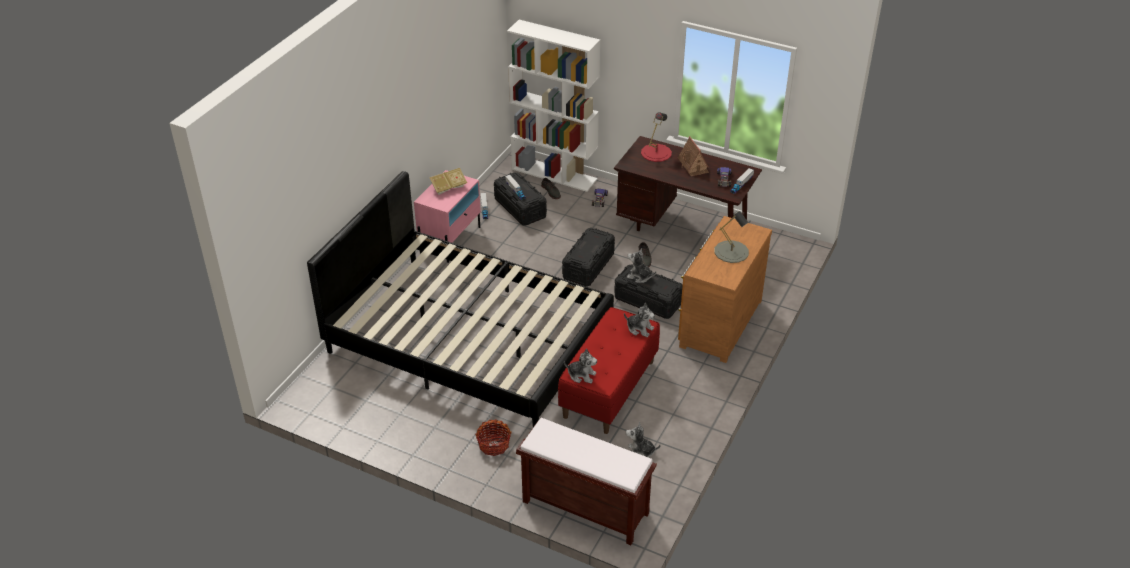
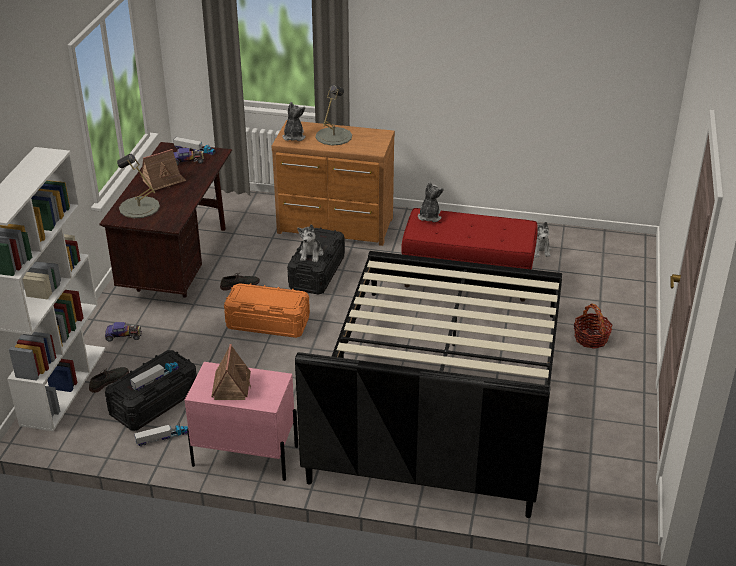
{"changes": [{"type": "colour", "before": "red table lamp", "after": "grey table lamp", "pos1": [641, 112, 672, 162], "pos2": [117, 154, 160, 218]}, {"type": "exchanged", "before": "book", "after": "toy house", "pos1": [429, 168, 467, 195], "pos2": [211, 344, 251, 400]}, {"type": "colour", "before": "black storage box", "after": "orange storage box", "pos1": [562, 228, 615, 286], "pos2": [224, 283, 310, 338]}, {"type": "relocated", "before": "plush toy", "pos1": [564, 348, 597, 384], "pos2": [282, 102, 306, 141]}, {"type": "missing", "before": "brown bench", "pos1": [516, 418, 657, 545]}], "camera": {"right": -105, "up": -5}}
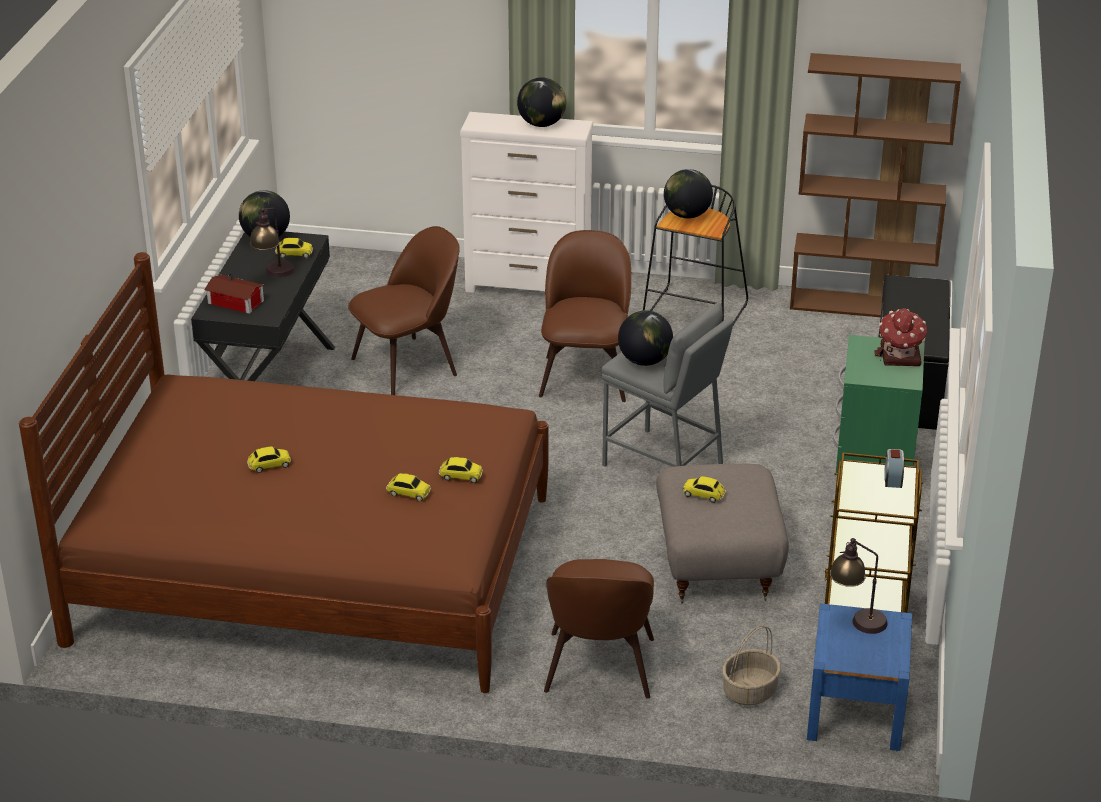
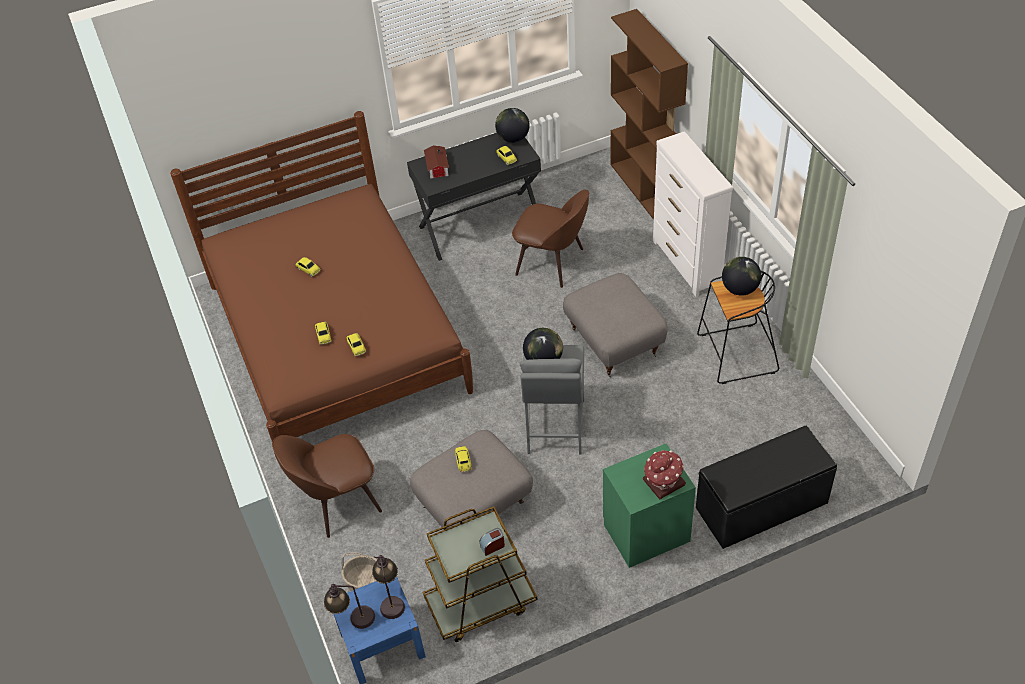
{"changes": [{"type": "relocated", "before": "table lamp", "pos1": [250, 208, 295, 277], "pos2": [324, 584, 375, 629]}, {"type": "exchanged", "before": "brown chair", "after": "grey ottoman", "pos1": [539, 230, 631, 402], "pos2": [563, 273, 668, 377]}, {"type": "relocated", "before": "brown bookcase", "pos1": [790, 53, 961, 317], "pos2": [610, 9, 688, 220]}, {"type": "missing", "before": "globe", "pos1": [517, 77, 566, 127]}], "camera": {"right": 60, "up": 15}}
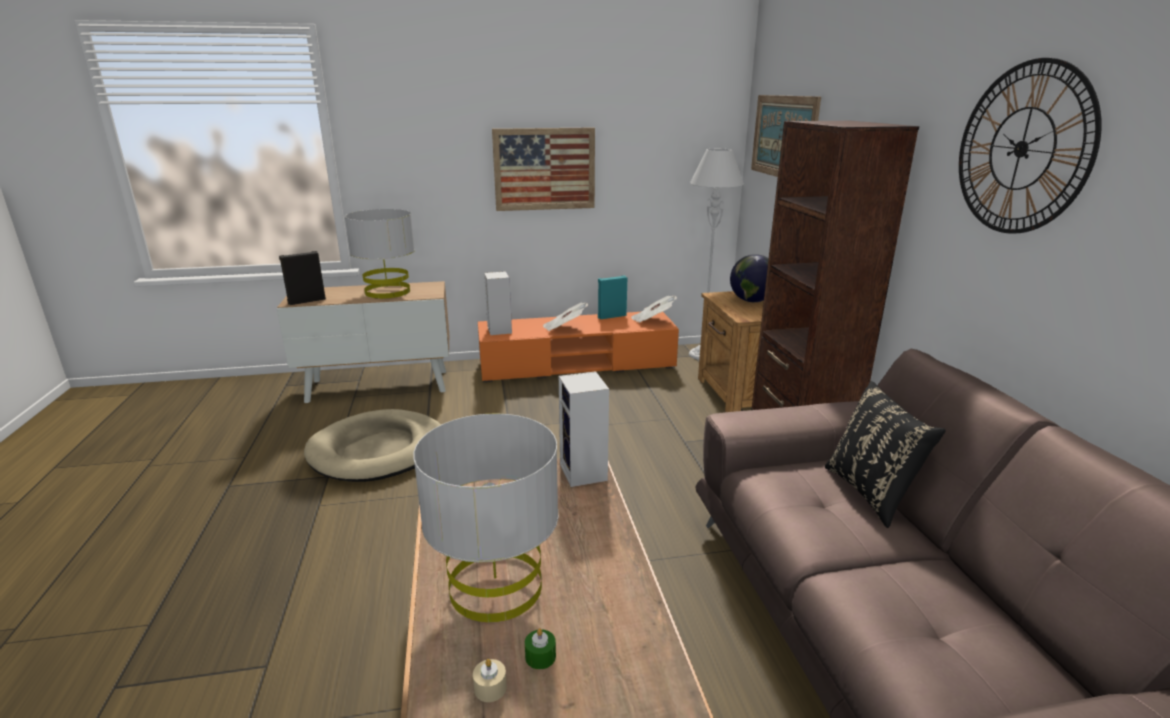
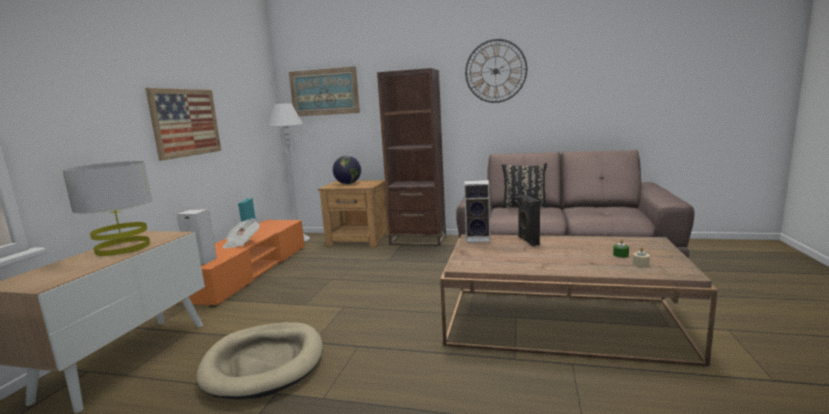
{"changes": [{"type": "relocated", "before": "black speaker", "pos1": [279, 251, 326, 305], "pos2": [518, 195, 540, 246]}, {"type": "missing", "before": "grey table lamp", "pos1": [413, 413, 558, 622]}, {"type": "missing", "before": "newspaper", "pos1": [631, 296, 677, 323]}], "camera": {"right": -65, "up": -10}}
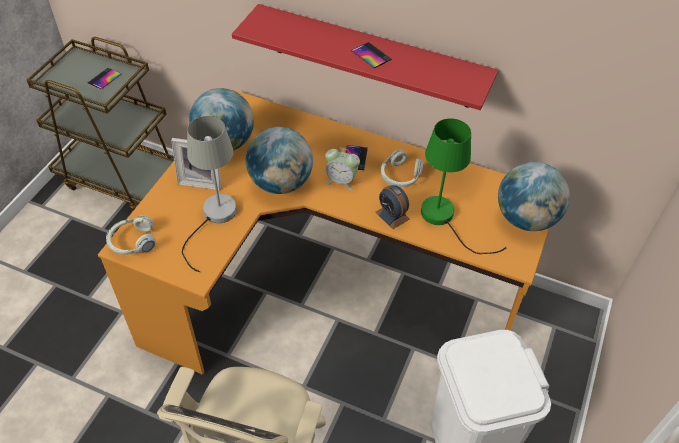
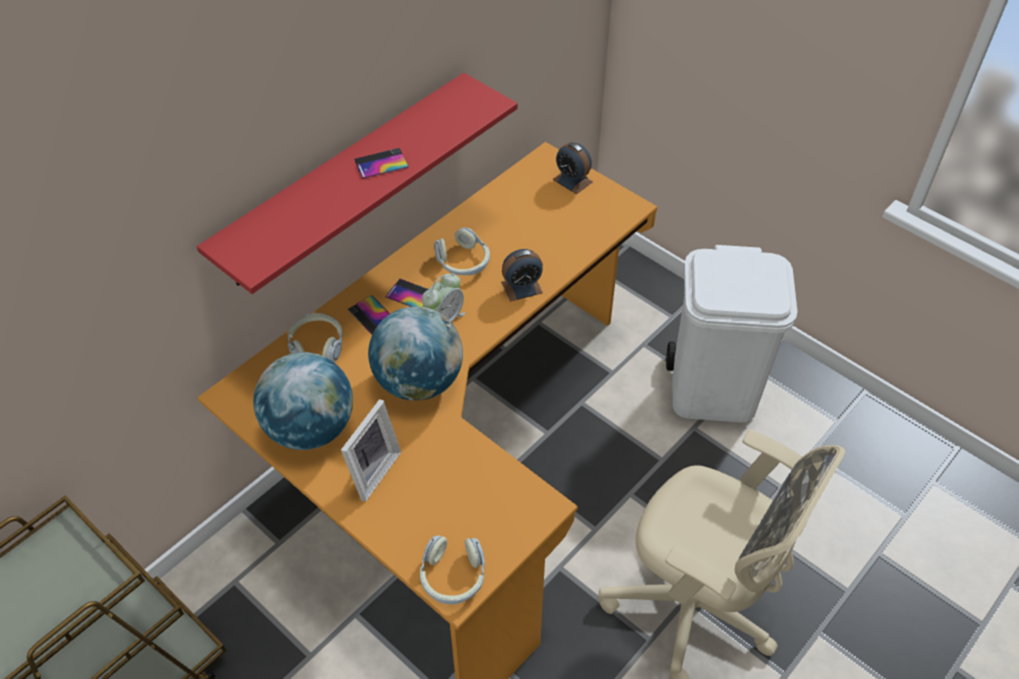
{"changes": [{"type": "appeared", "after": "headphones", "pos2": [288, 313, 343, 362]}, {"type": "relocated", "before": "phone", "pos1": [88, 68, 121, 90], "pos2": [348, 295, 390, 335]}, {"type": "exchanged", "before": "globe", "after": "alarm clock", "pos1": [498, 162, 570, 231], "pos2": [553, 142, 593, 195]}, {"type": "missing", "before": "grey table lamp", "pos1": [182, 116, 237, 273]}, {"type": "missing", "before": "green table lamp", "pos1": [421, 118, 506, 254]}], "camera": {"right": -70, "up": 0}}
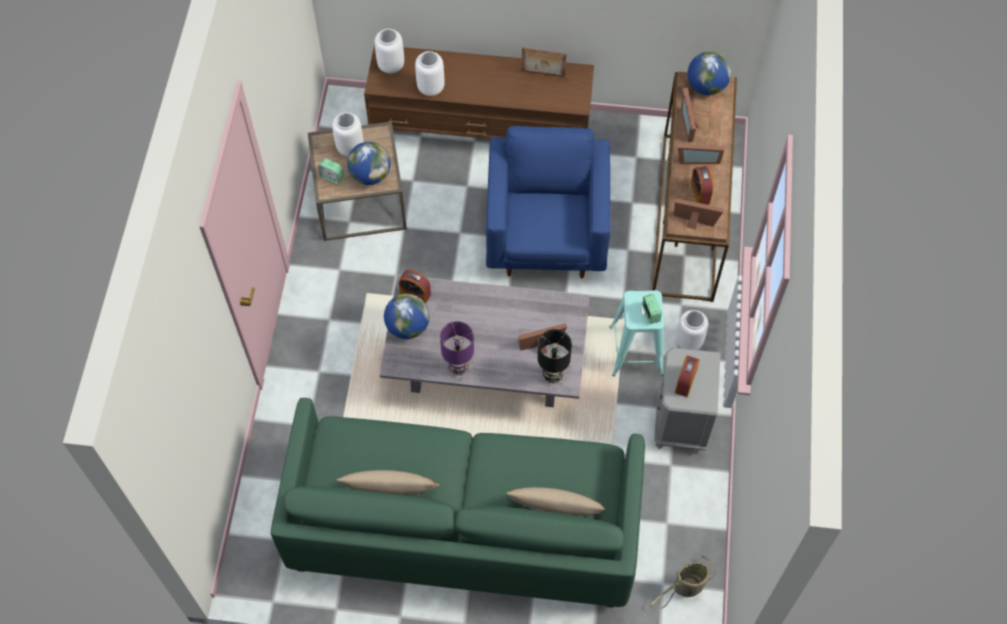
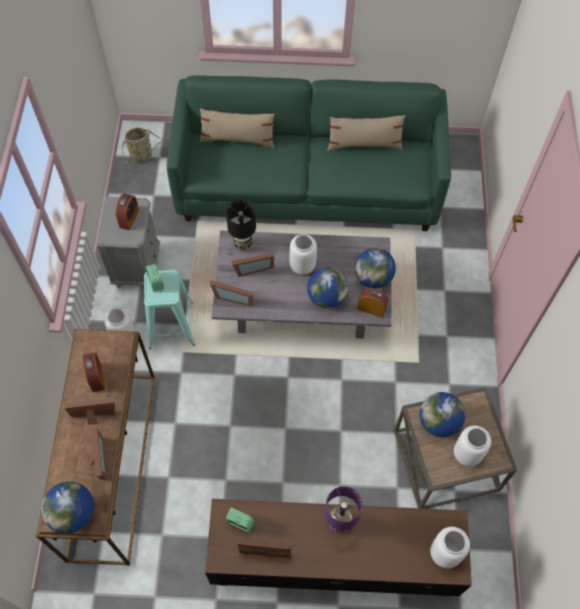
{"changes": [{"type": "relocated", "before": "picture frame", "pos1": [674, 198, 724, 230], "pos2": [209, 280, 253, 307]}, {"type": "relocated", "before": "alarm clock", "pos1": [318, 158, 344, 184], "pos2": [226, 508, 254, 532]}, {"type": "relocated", "before": "white vase", "pos1": [415, 51, 445, 96], "pos2": [289, 234, 317, 275]}, {"type": "appeared", "after": "globe", "pos2": [307, 268, 349, 309]}, {"type": "relocated", "before": "purple table lamp", "pos1": [440, 321, 474, 376], "pos2": [325, 486, 362, 533]}, {"type": "missing", "before": "blue armchair", "pos1": [486, 126, 611, 278]}], "camera": {"right": 175, "up": 0}}
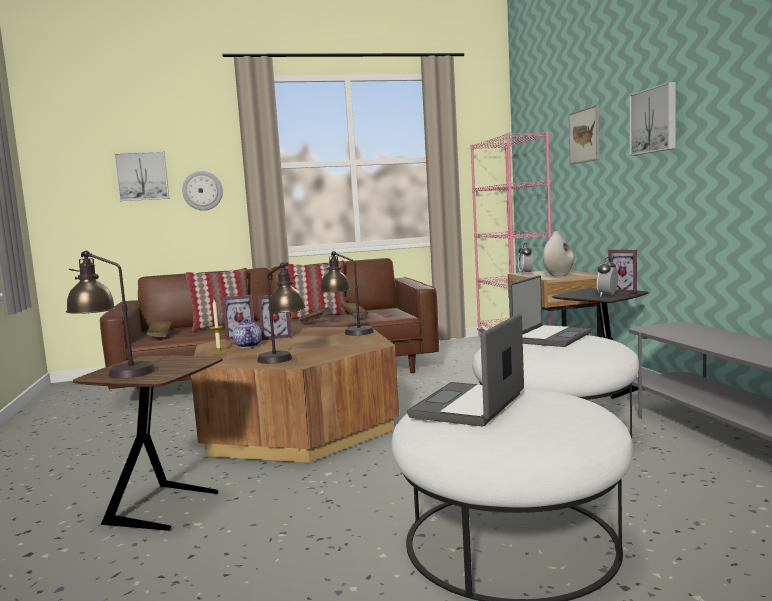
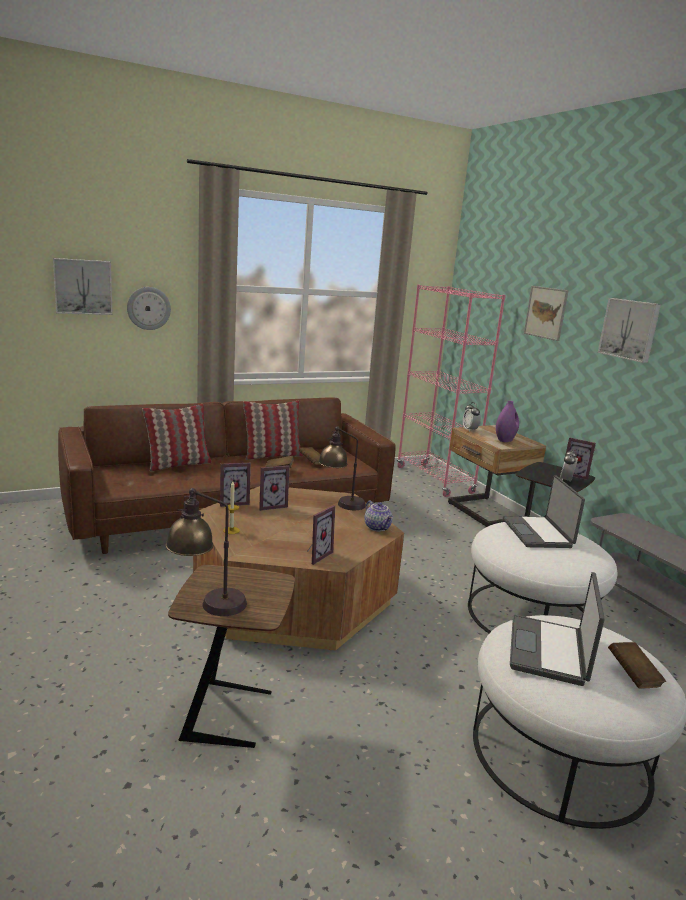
{"changes": [{"type": "exchanged", "before": "table lamp", "after": "picture frame", "pos1": [257, 262, 306, 364], "pos2": [307, 505, 335, 565]}, {"type": "relocated", "before": "teapot", "pos1": [233, 319, 262, 348], "pos2": [364, 501, 393, 532]}, {"type": "colour", "before": "white vase", "after": "purple vase", "pos1": [543, 231, 574, 276], "pos2": [496, 401, 519, 442]}, {"type": "spun", "before": "laptop", "pos1": [509, 275, 592, 347], "pos2": [503, 475, 585, 548], "turn": 150}, {"type": "relocated", "before": "brown book", "pos1": [146, 320, 172, 337], "pos2": [608, 642, 666, 689]}], "camera": {"right": -15, "up": 10}}
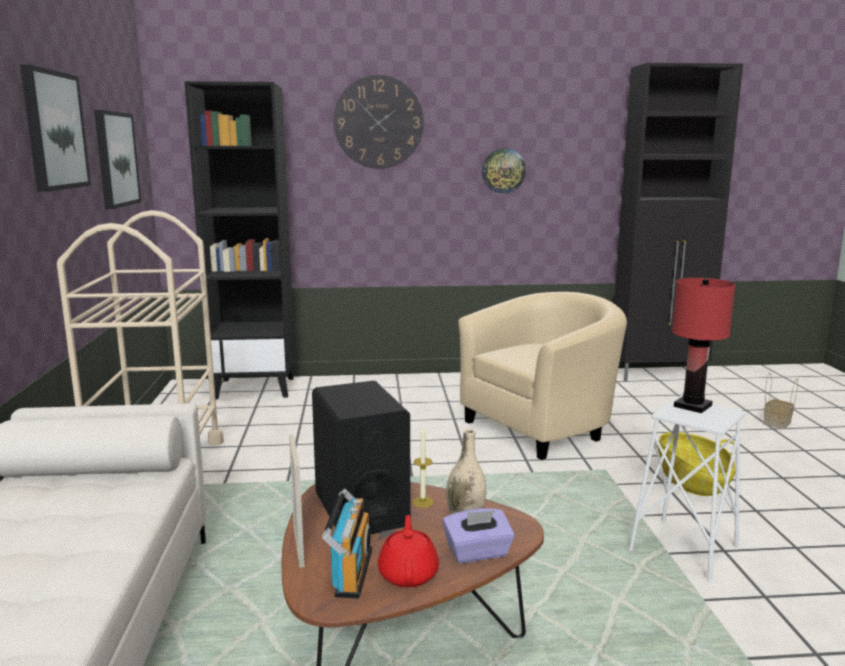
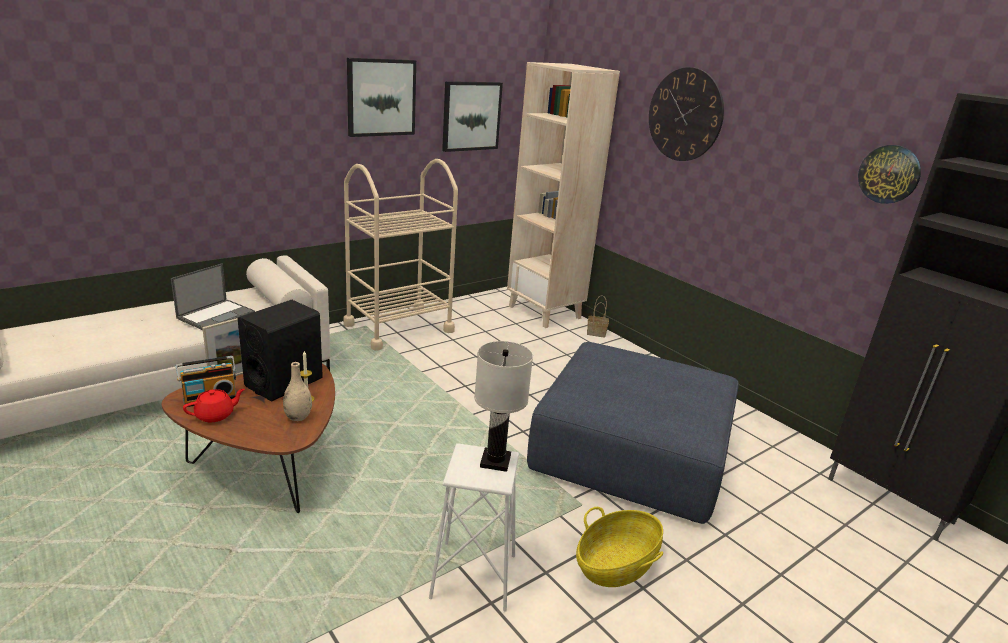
{"changes": [{"type": "appeared", "after": "laptop", "pos2": [171, 263, 255, 330]}, {"type": "colour", "before": "red table lamp", "after": "white table lamp", "pos1": [672, 278, 736, 413], "pos2": [474, 341, 533, 472]}, {"type": "colour", "before": "black bookcase", "after": "beige bookcase", "pos1": [184, 81, 295, 399], "pos2": [507, 62, 620, 328]}, {"type": "exchanged", "before": "beige armchair", "after": "blue ottoman", "pos1": [458, 292, 627, 460], "pos2": [527, 342, 738, 524]}, {"type": "relocated", "before": "basket", "pos1": [763, 372, 798, 429], "pos2": [587, 295, 609, 337]}, {"type": "relocated", "before": "wall clock", "pos1": [482, 148, 526, 193], "pos2": [858, 145, 921, 204]}, {"type": "missing", "before": "purple tissue box", "pos1": [443, 508, 515, 563]}], "camera": {"right": 55, "up": 10}}
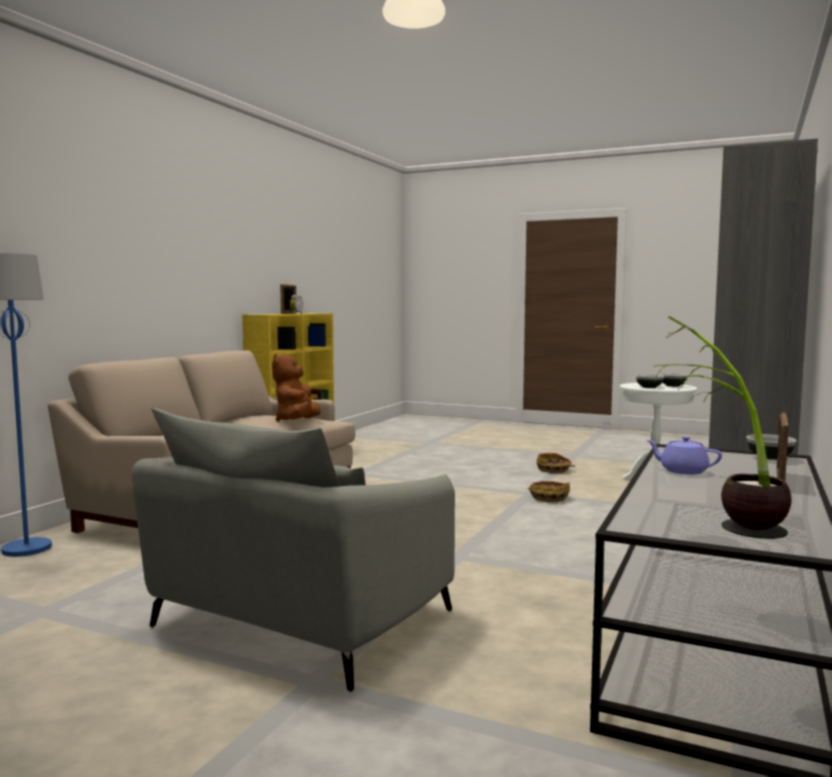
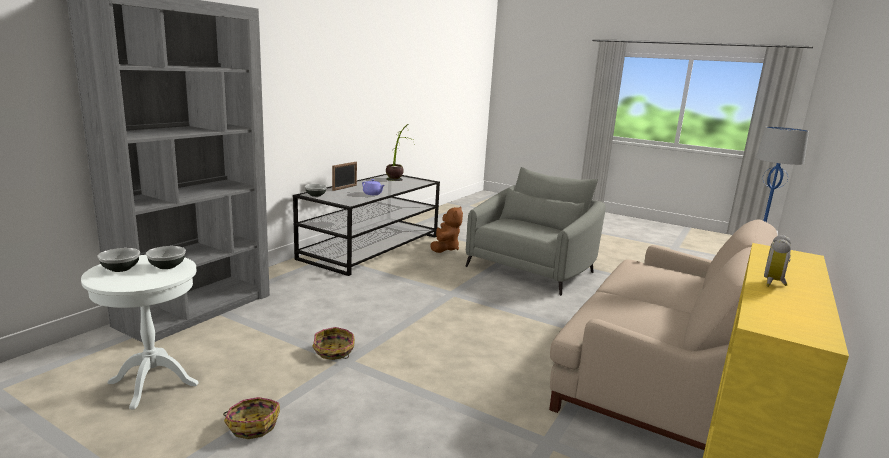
{"changes": [{"type": "relocated", "before": "brown plush toy", "pos1": [272, 354, 321, 422], "pos2": [430, 206, 463, 253]}, {"type": "missing", "before": "picture frame", "pos1": [280, 284, 297, 314]}], "camera": {"right": -175, "up": 10}}
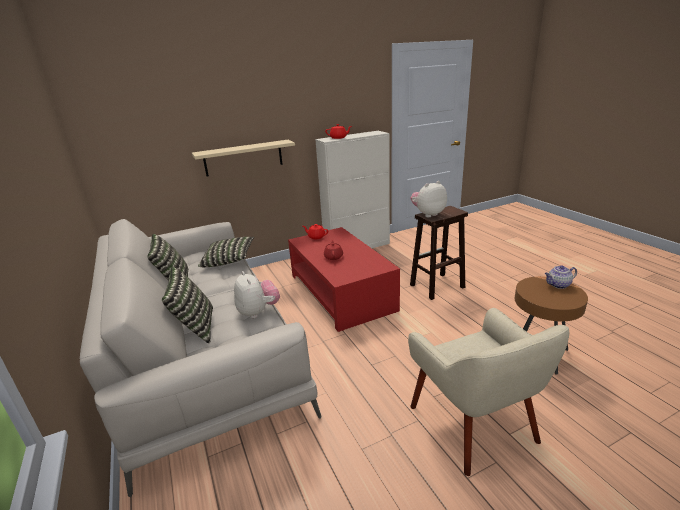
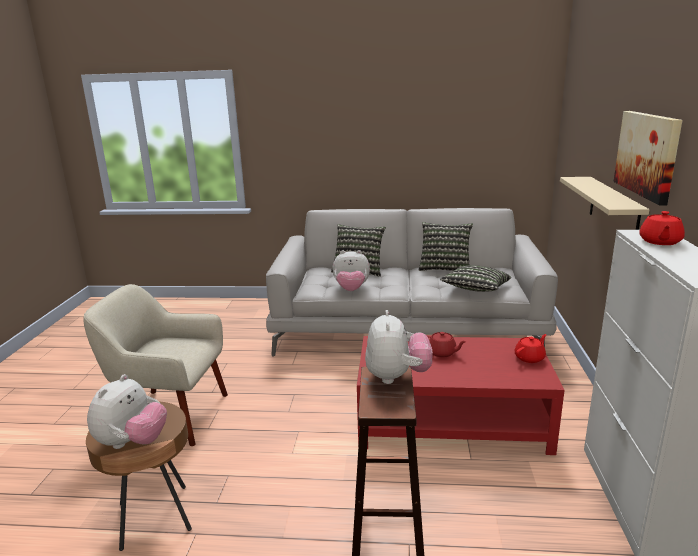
{"changes": [{"type": "exchanged", "before": "teapot", "after": "plush toy", "pos1": [545, 265, 577, 289], "pos2": [87, 374, 167, 449]}, {"type": "appeared", "after": "picture", "pos2": [613, 111, 683, 206]}], "camera": {"right": 120, "up": -5}}
